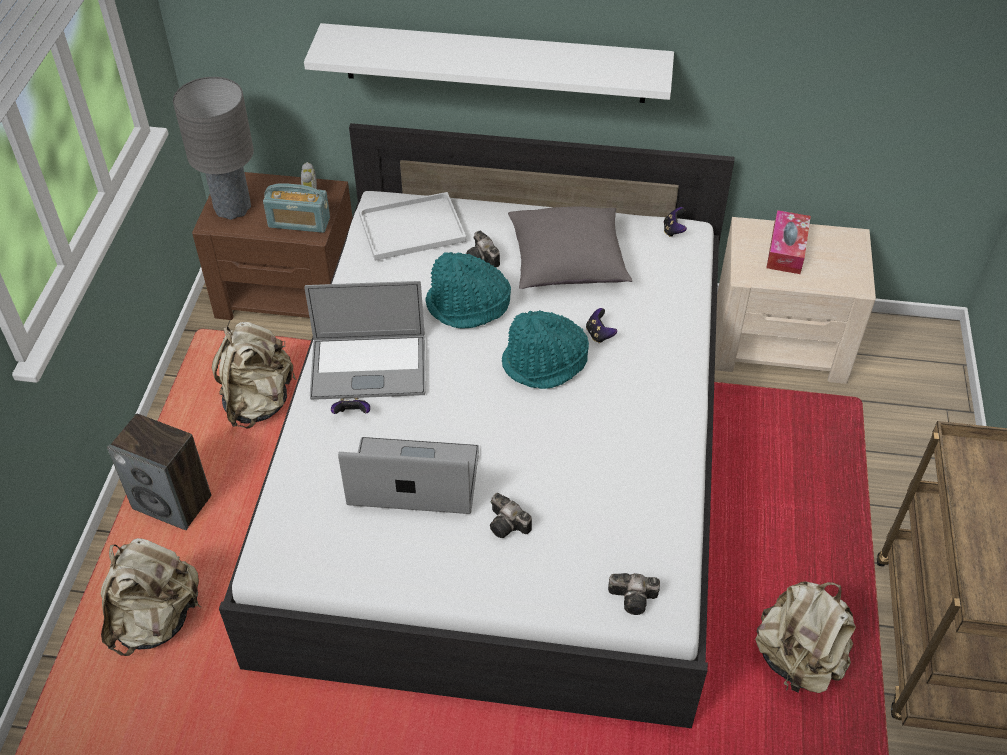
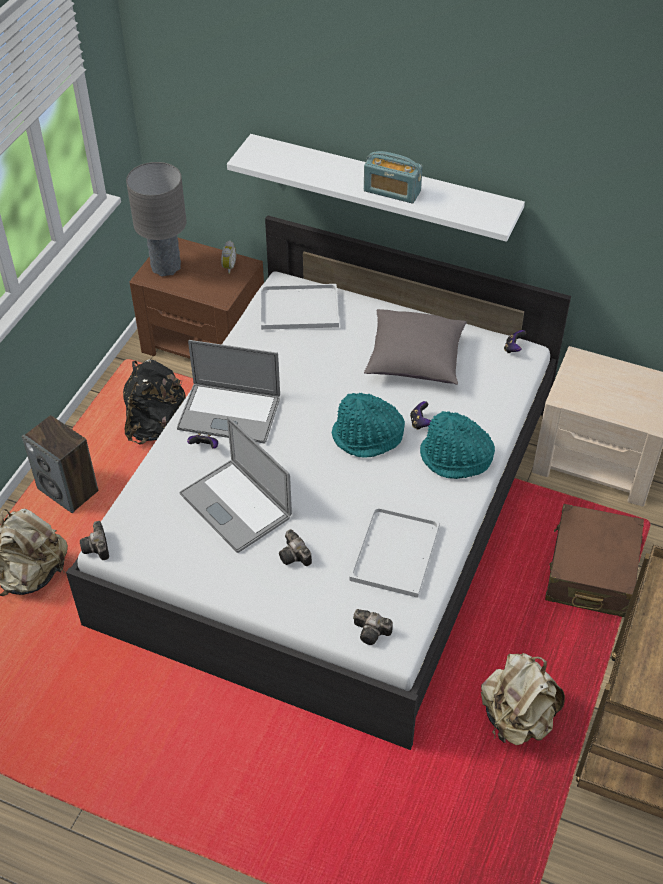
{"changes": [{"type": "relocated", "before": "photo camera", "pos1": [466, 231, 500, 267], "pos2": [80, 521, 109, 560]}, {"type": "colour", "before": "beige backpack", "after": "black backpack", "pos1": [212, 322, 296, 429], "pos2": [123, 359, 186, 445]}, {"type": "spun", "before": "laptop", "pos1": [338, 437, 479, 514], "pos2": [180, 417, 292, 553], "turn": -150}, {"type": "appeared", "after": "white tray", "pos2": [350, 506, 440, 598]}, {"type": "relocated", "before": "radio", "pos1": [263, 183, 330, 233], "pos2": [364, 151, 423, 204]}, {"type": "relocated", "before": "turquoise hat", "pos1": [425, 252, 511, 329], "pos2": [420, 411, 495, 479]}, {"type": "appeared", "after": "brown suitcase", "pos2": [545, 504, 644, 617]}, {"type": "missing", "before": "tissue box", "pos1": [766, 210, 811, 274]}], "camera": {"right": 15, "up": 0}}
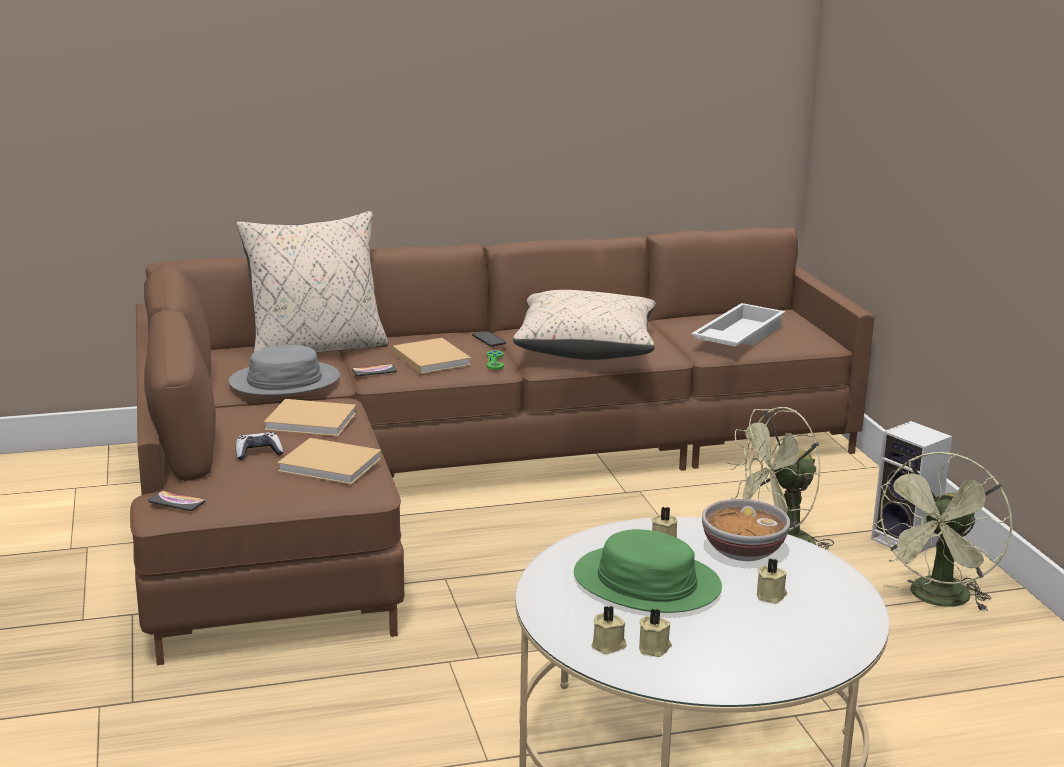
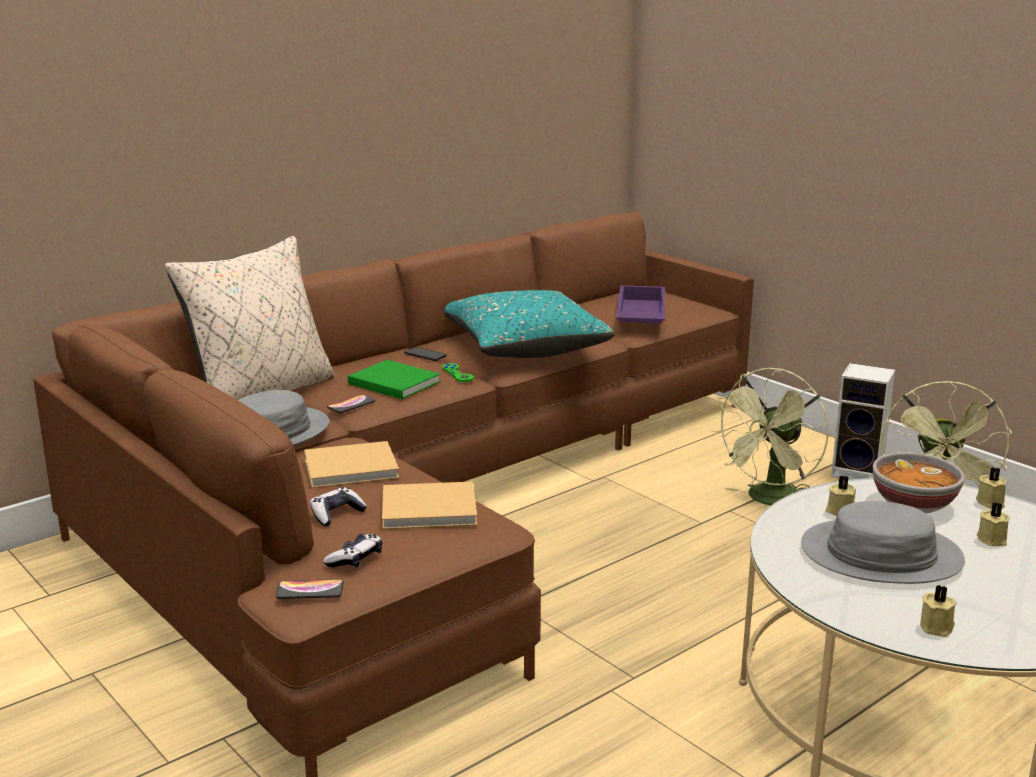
{"changes": [{"type": "appeared", "after": "game controller", "pos2": [323, 534, 382, 567]}, {"type": "colour", "before": "beige book", "after": "green book", "pos1": [392, 338, 471, 374], "pos2": [348, 360, 441, 399]}, {"type": "colour", "before": "beige pillow", "after": "turquoise pillow", "pos1": [513, 290, 656, 360], "pos2": [445, 290, 615, 358]}, {"type": "colour", "before": "white tray", "after": "purple tray", "pos1": [691, 303, 786, 347], "pos2": [616, 285, 665, 323]}, {"type": "colour", "before": "green hat", "after": "grey hat", "pos1": [574, 529, 722, 613], "pos2": [801, 501, 965, 584]}, {"type": "relocated", "before": "beige candle", "pos1": [639, 609, 672, 657], "pos2": [976, 467, 1007, 509]}], "camera": {"right": -25, "up": 0}}
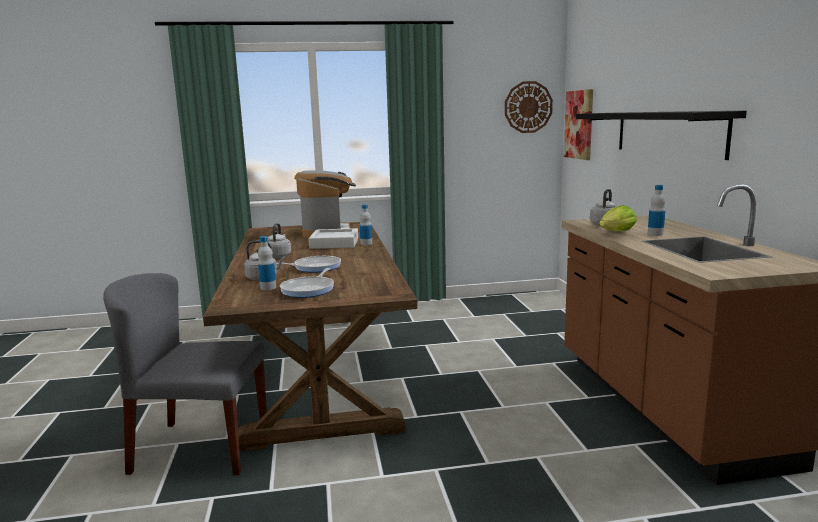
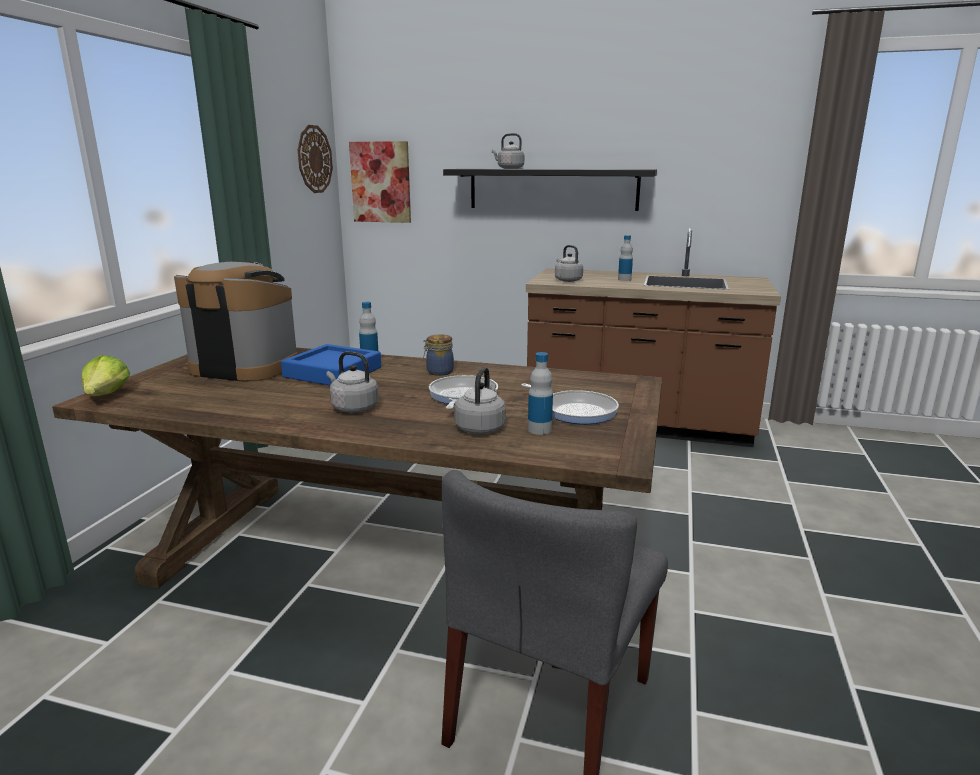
{"changes": [{"type": "relocated", "before": "lettuce", "pos1": [599, 205, 637, 231], "pos2": [82, 355, 130, 396]}, {"type": "colour", "before": "grey tray", "after": "blue tray", "pos1": [309, 228, 358, 249], "pos2": [281, 344, 381, 385]}, {"type": "appeared", "after": "jar", "pos2": [423, 334, 454, 376]}, {"type": "appeared", "after": "grey kettle", "pos2": [492, 133, 524, 169]}], "camera": {"right": -65, "up": 5}}
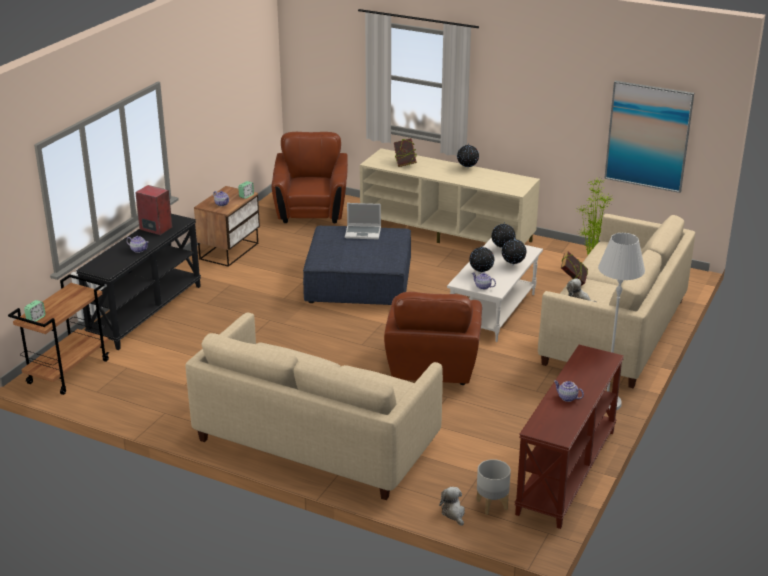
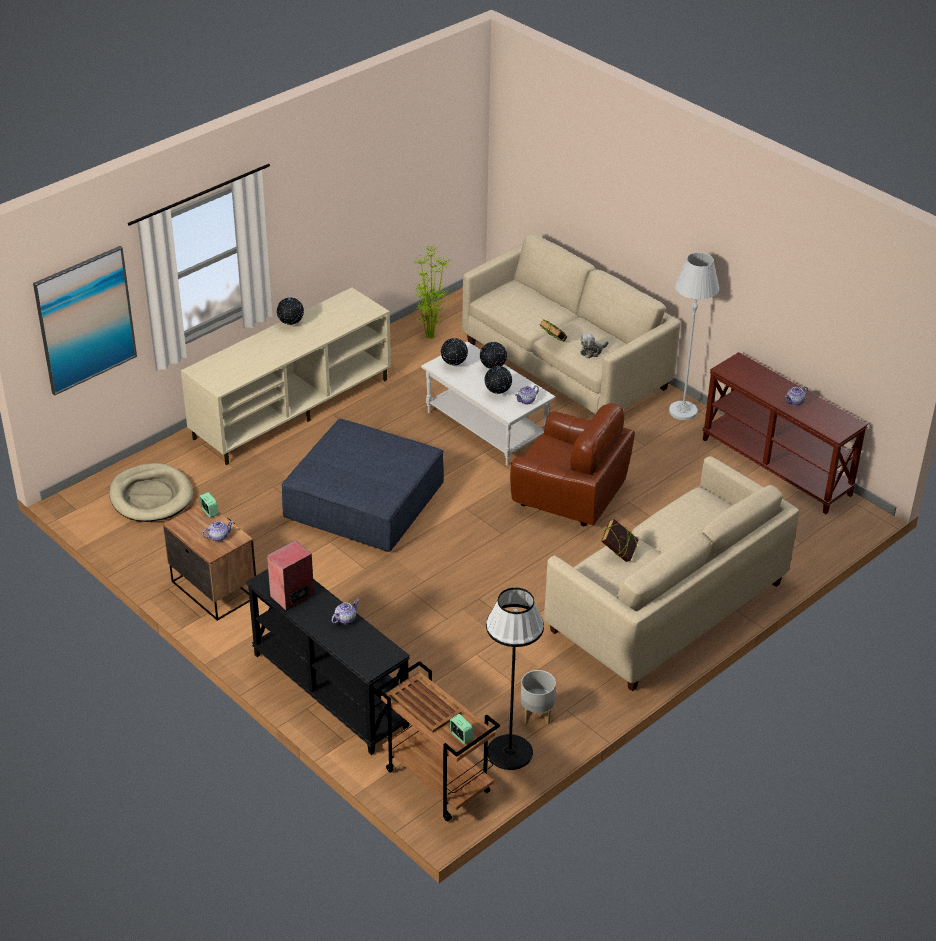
{"changes": [{"type": "relocated", "before": "picture", "pos1": [604, 81, 694, 193], "pos2": [33, 246, 137, 396]}, {"type": "exchanged", "before": "brown armchair", "after": "beige dog bed", "pos1": [271, 132, 348, 223], "pos2": [109, 463, 193, 522]}, {"type": "appeared", "after": "brown tray", "pos2": [390, 676, 461, 733]}, {"type": "appeared", "after": "black floor lamp", "pos2": [486, 587, 544, 770]}, {"type": "relocated", "before": "grey planter", "pos1": [477, 459, 511, 515], "pos2": [521, 670, 556, 725]}, {"type": "relocated", "before": "book", "pos1": [394, 138, 417, 167], "pos2": [601, 519, 639, 562]}, {"type": "missing", "before": "laptop", "pos1": [345, 203, 381, 239]}, {"type": "missing", "before": "plush toy", "pos1": [439, 487, 465, 526]}], "camera": {"right": -70, "up": 10}}
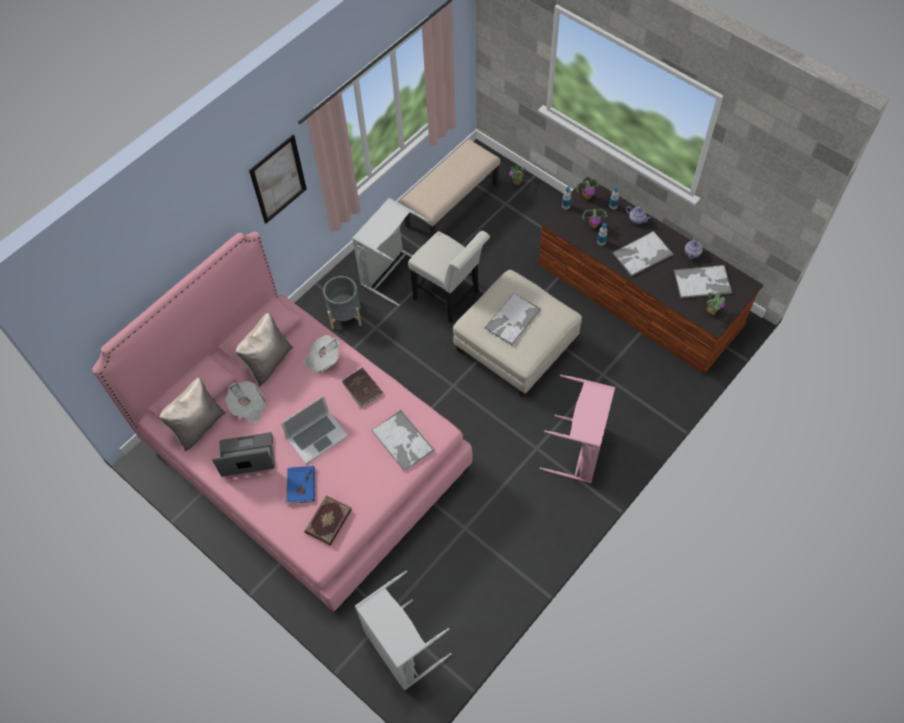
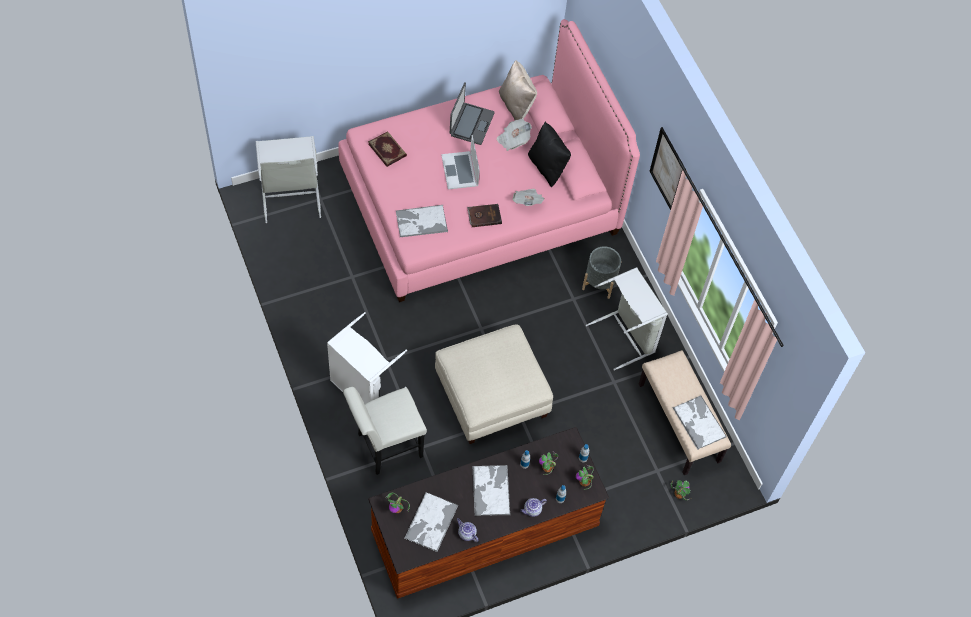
{"changes": [{"type": "colour", "before": "pink laundry basket", "after": "white laundry basket", "pos1": [540, 374, 615, 483], "pos2": [327, 312, 407, 404]}, {"type": "relocated", "before": "white chair", "pos1": [408, 231, 490, 322], "pos2": [343, 387, 427, 475]}, {"type": "colour", "before": "beige pillow", "after": "black pillow", "pos1": [236, 312, 293, 386], "pos2": [528, 122, 571, 187]}, {"type": "relocated", "before": "tray", "pos1": [484, 293, 541, 346], "pos2": [673, 396, 727, 450]}, {"type": "missing", "before": "blue book", "pos1": [286, 466, 315, 504]}], "camera": {"right": 110, "up": 0}}
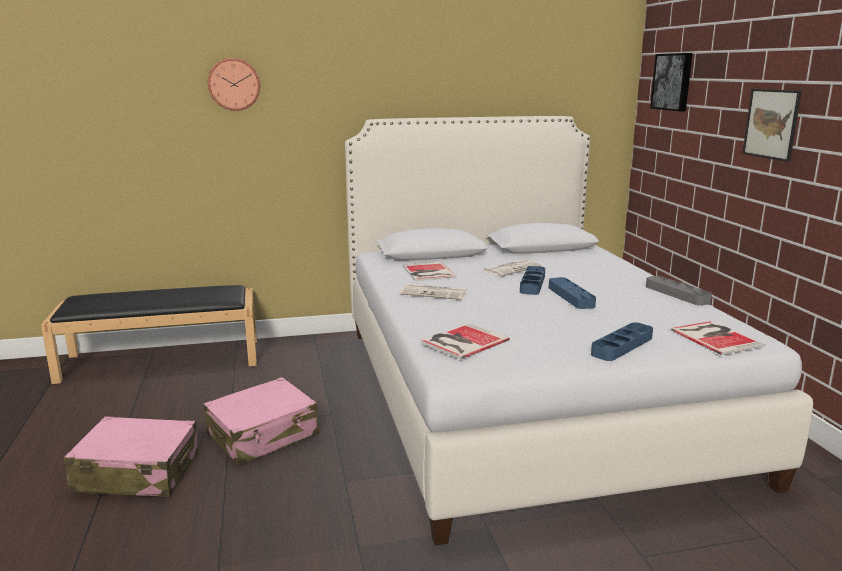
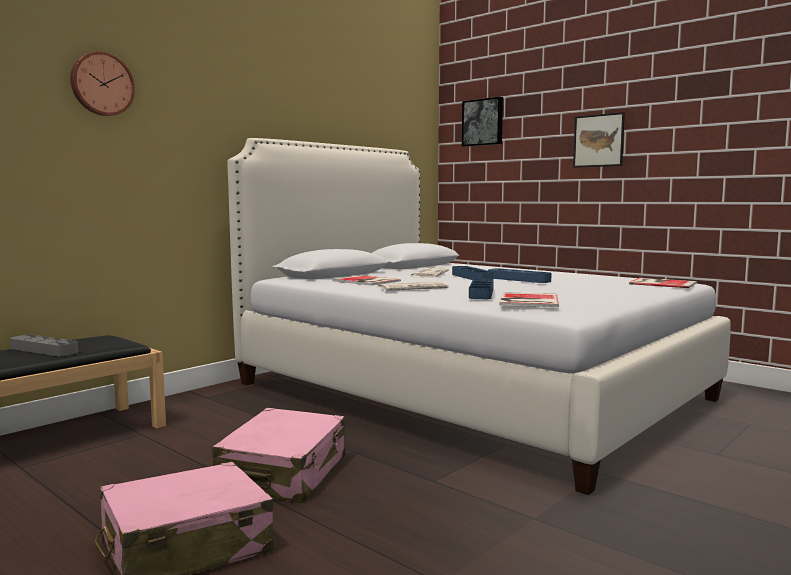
{"changes": [{"type": "relocated", "before": "grey tray", "pos1": [646, 276, 712, 306], "pos2": [10, 335, 78, 356]}, {"type": "relocated", "before": "blue tray", "pos1": [591, 322, 653, 361], "pos2": [469, 278, 494, 299]}], "camera": {"right": -35, "up": -10}}
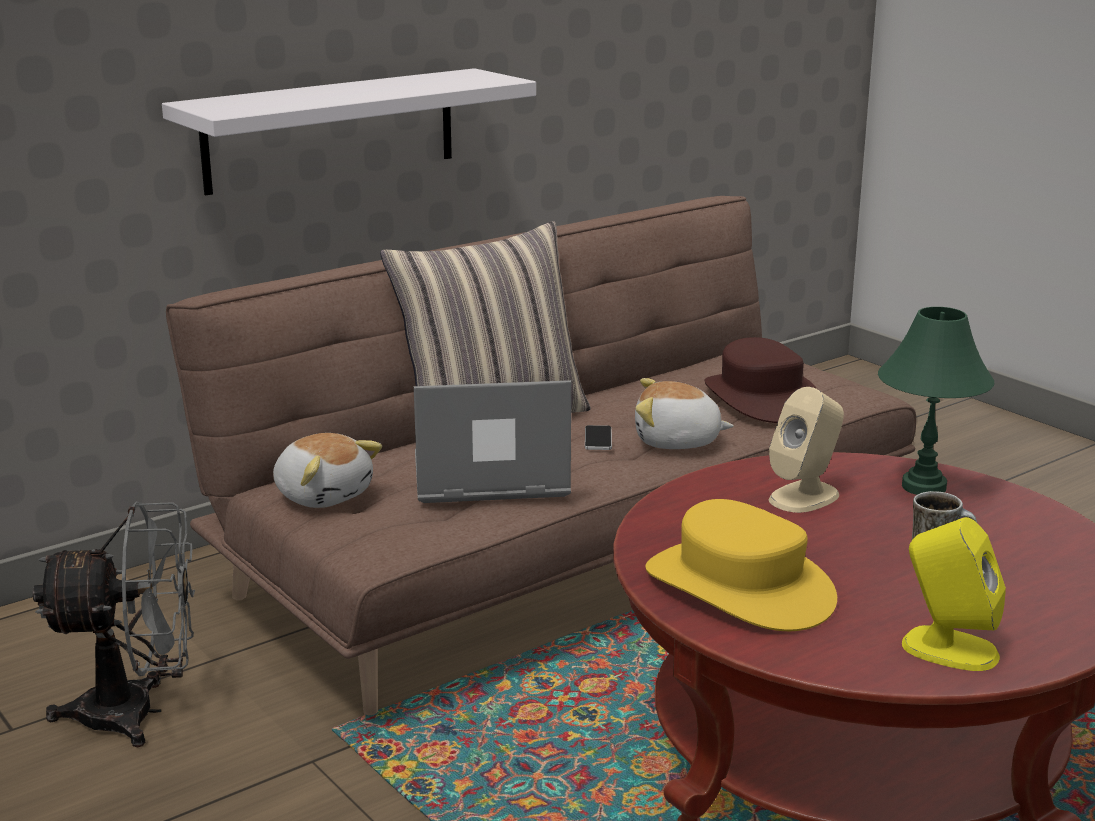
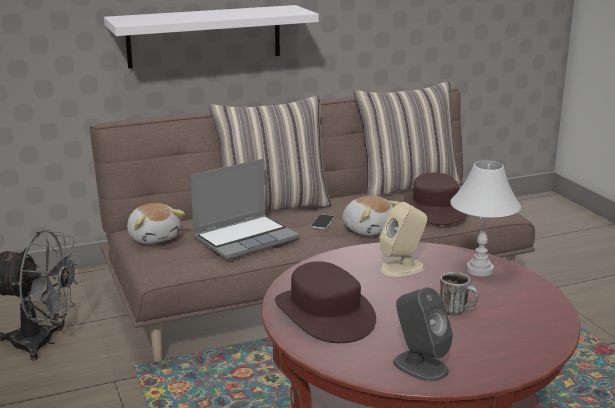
{"changes": [{"type": "spun", "before": "laptop", "pos1": [414, 380, 571, 503], "pos2": [190, 158, 299, 260], "turn": 135}, {"type": "colour", "before": "yellow hat", "after": "brown hat", "pos1": [645, 499, 837, 631], "pos2": [275, 261, 376, 343]}, {"type": "spun", "before": "plush toy", "pos1": [635, 378, 734, 449], "pos2": [343, 196, 401, 236], "turn": -150}, {"type": "appeared", "after": "pillow", "pos2": [354, 81, 463, 196]}, {"type": "colour", "before": "yellow speaker", "after": "grey speaker", "pos1": [902, 517, 1006, 671], "pos2": [393, 287, 453, 382]}, {"type": "colour", "before": "green table lamp", "after": "white table lamp", "pos1": [878, 307, 995, 495], "pos2": [450, 161, 521, 276]}], "camera": {"right": 15, "up": 0}}
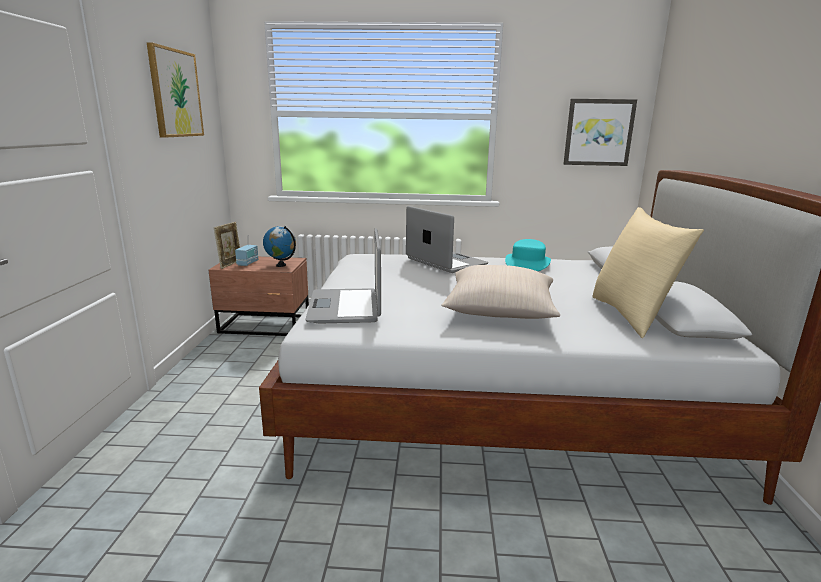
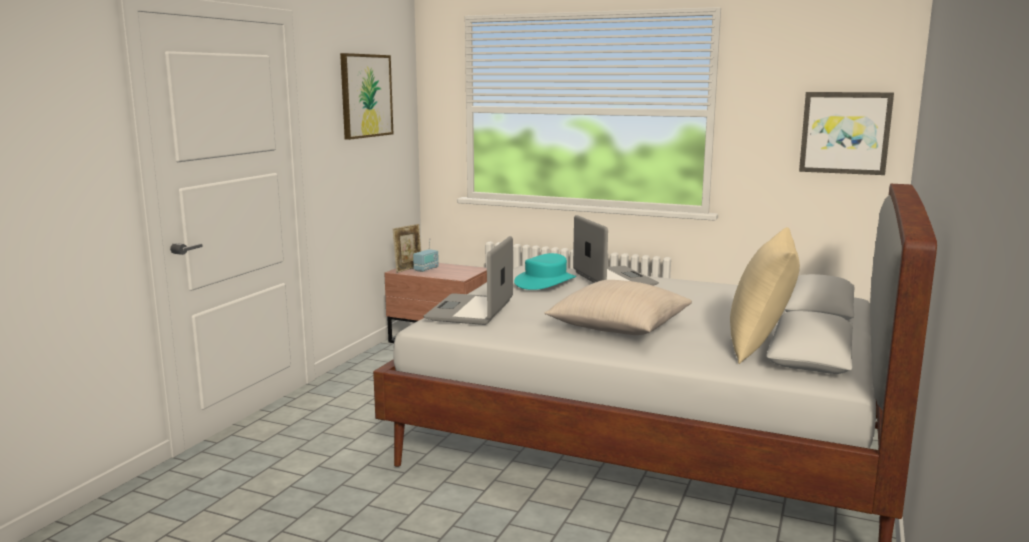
{"changes": [{"type": "relocated", "before": "turquoise hat", "pos1": [505, 239, 551, 271], "pos2": [514, 253, 576, 290]}, {"type": "missing", "before": "globe", "pos1": [263, 226, 296, 267]}], "camera": {"right": 20, "up": -5}}
